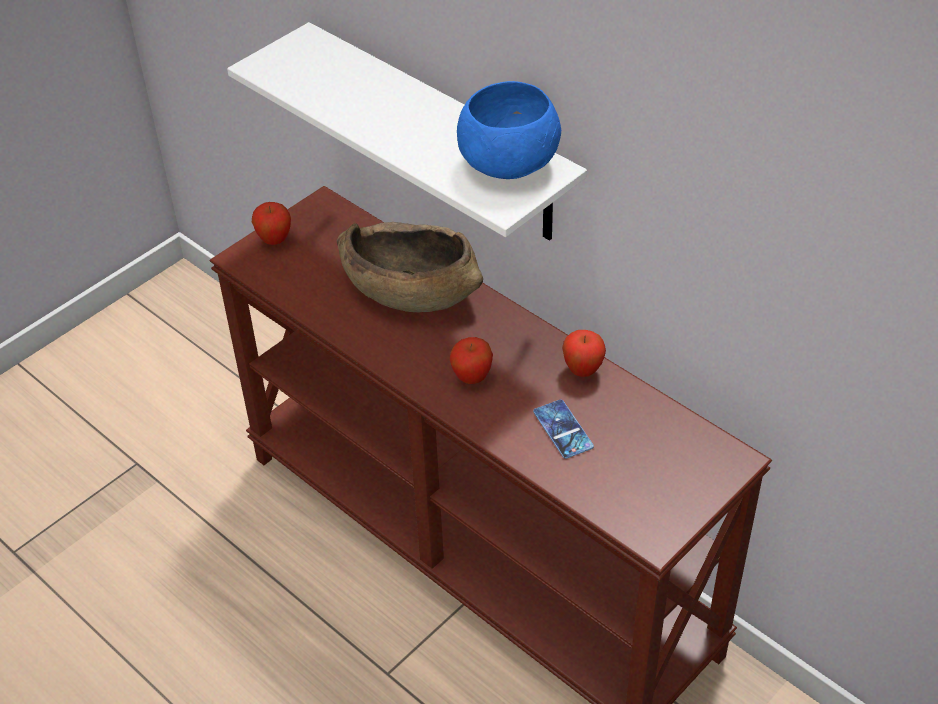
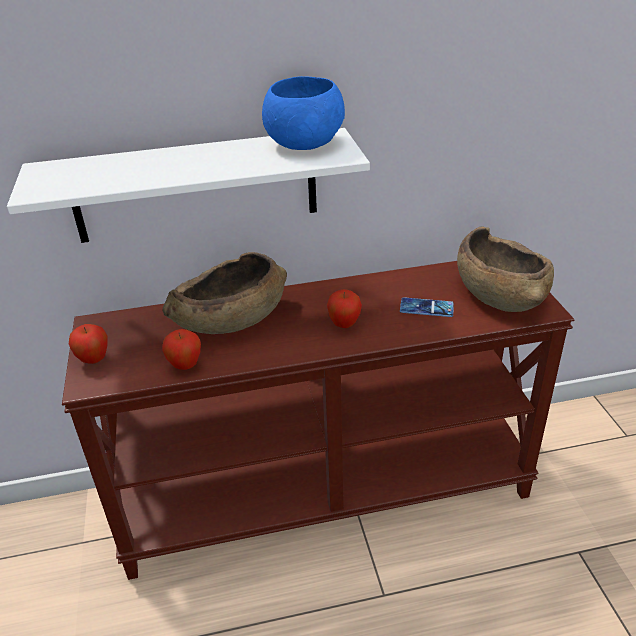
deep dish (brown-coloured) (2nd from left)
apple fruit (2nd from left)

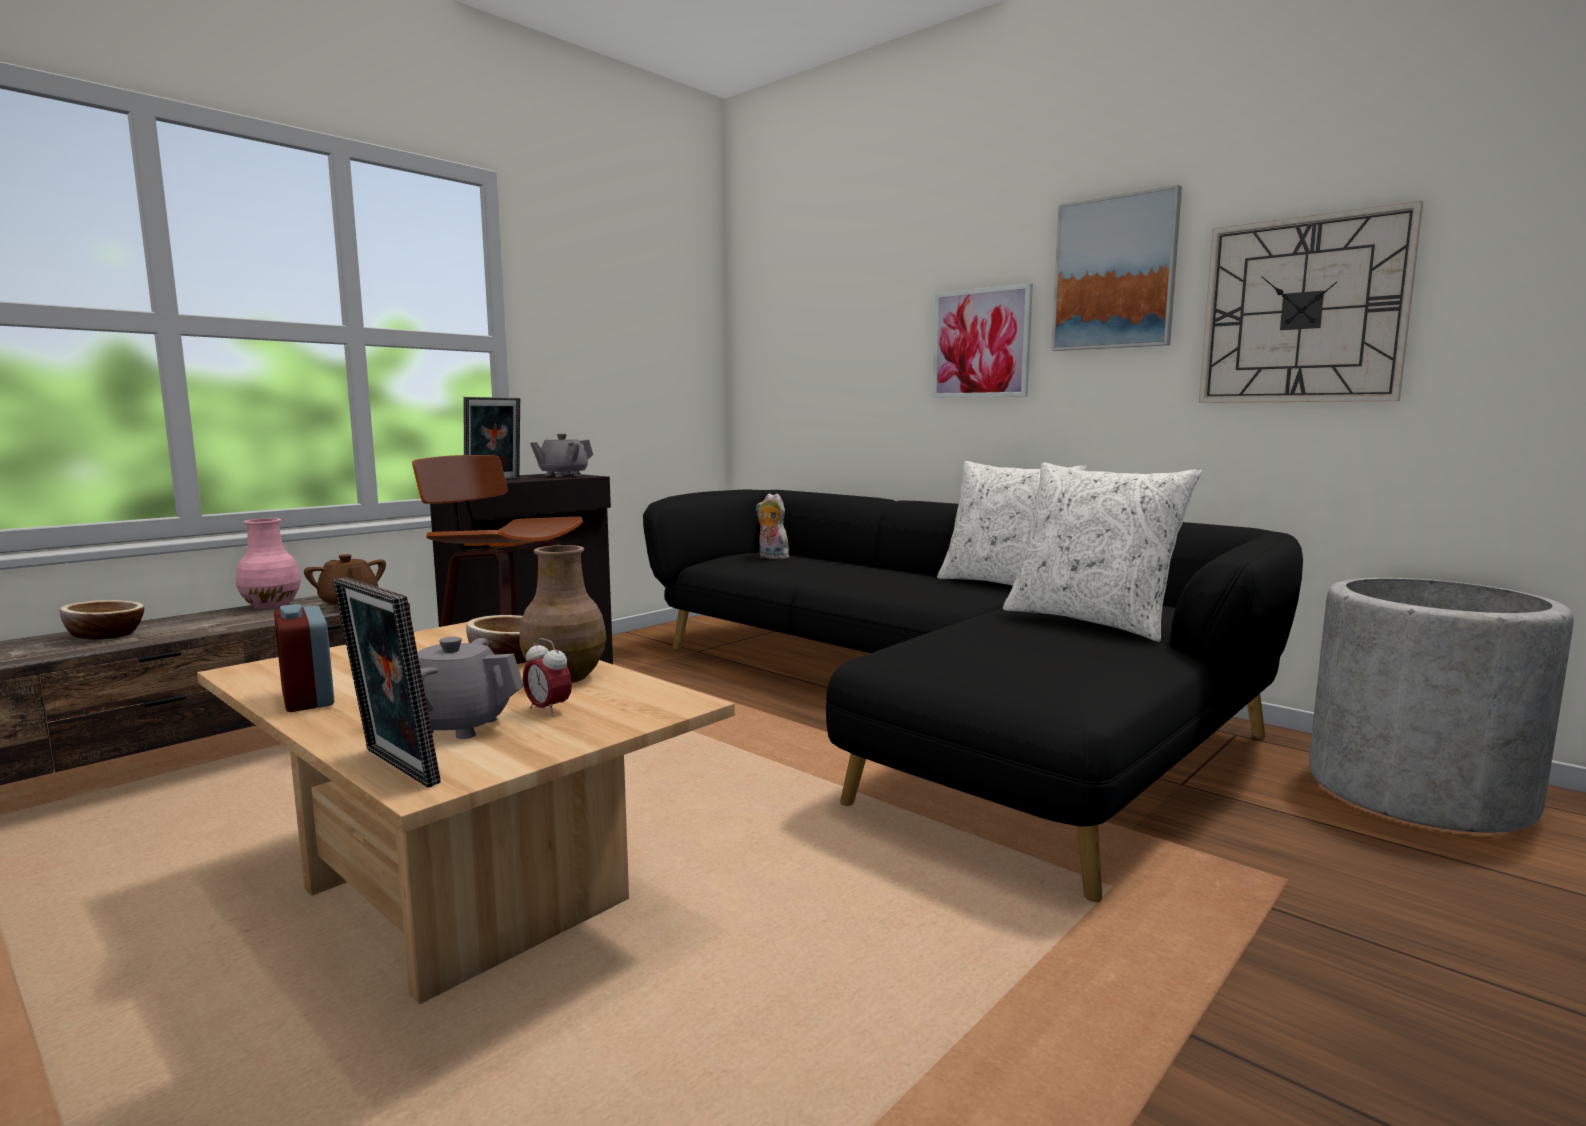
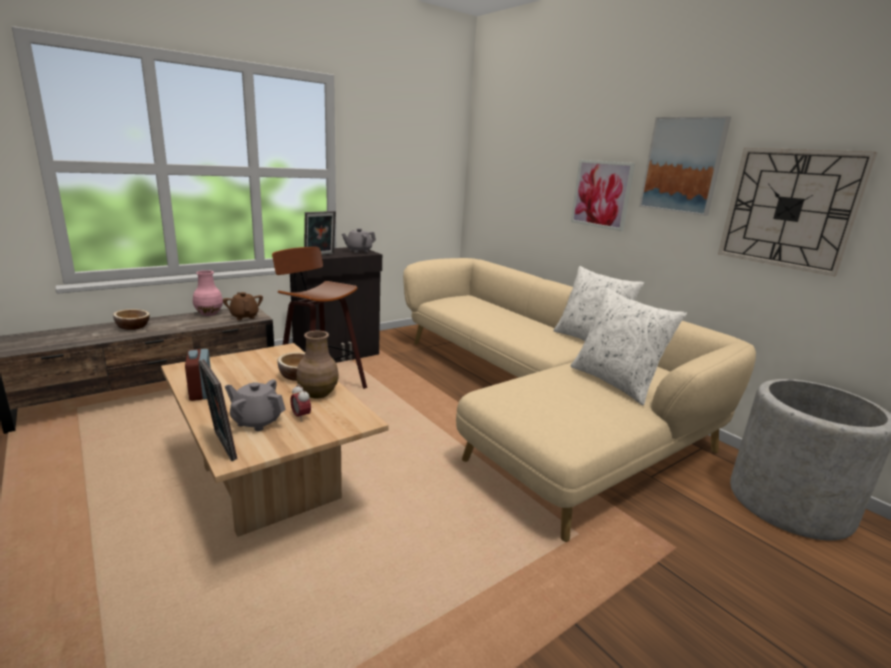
cuddly toy
couch (sand-coloured)

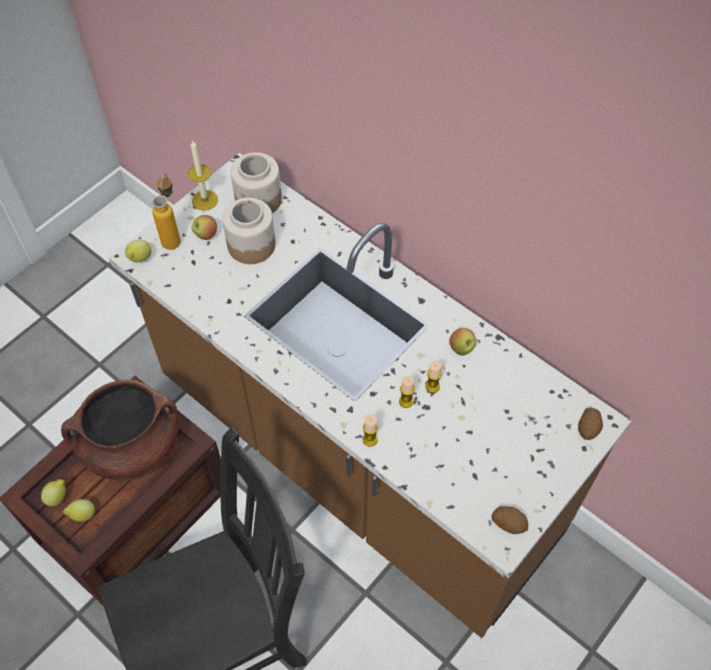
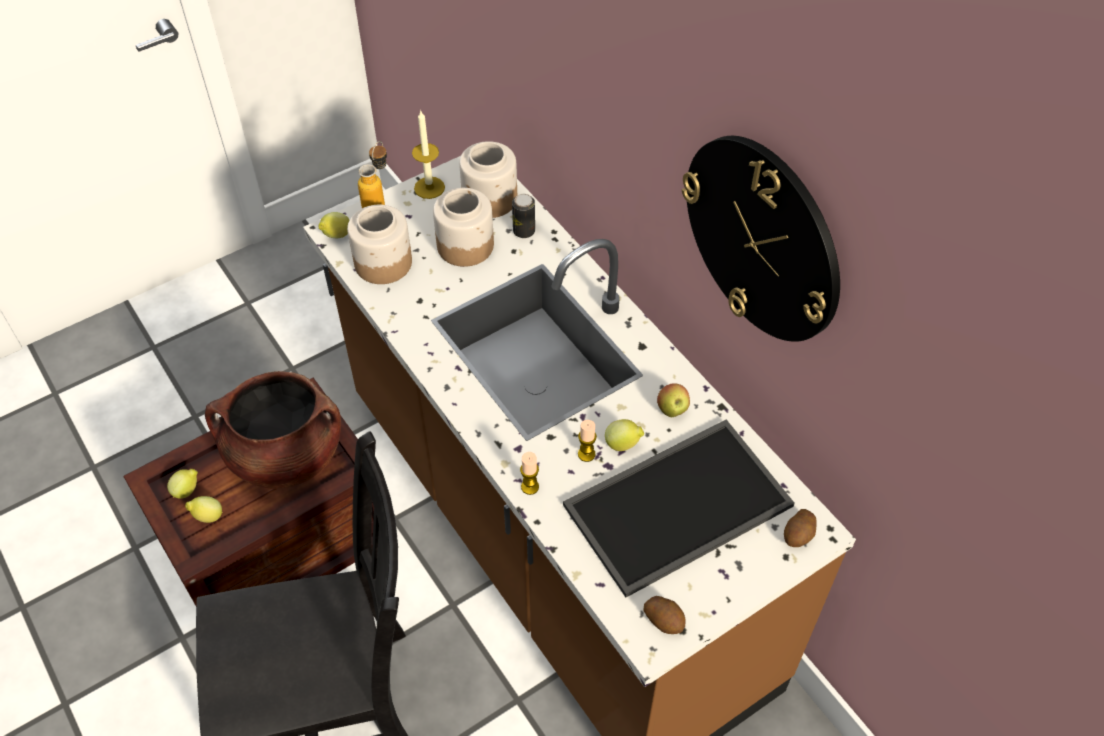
apple fruit (1st from left in the first image)
storage jar (1st from left)
metal can
serving tray
clock on the wall
citrus fruit (4th from left)

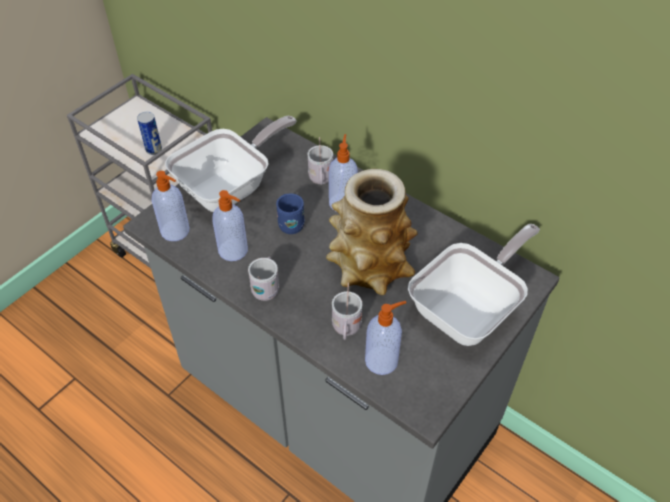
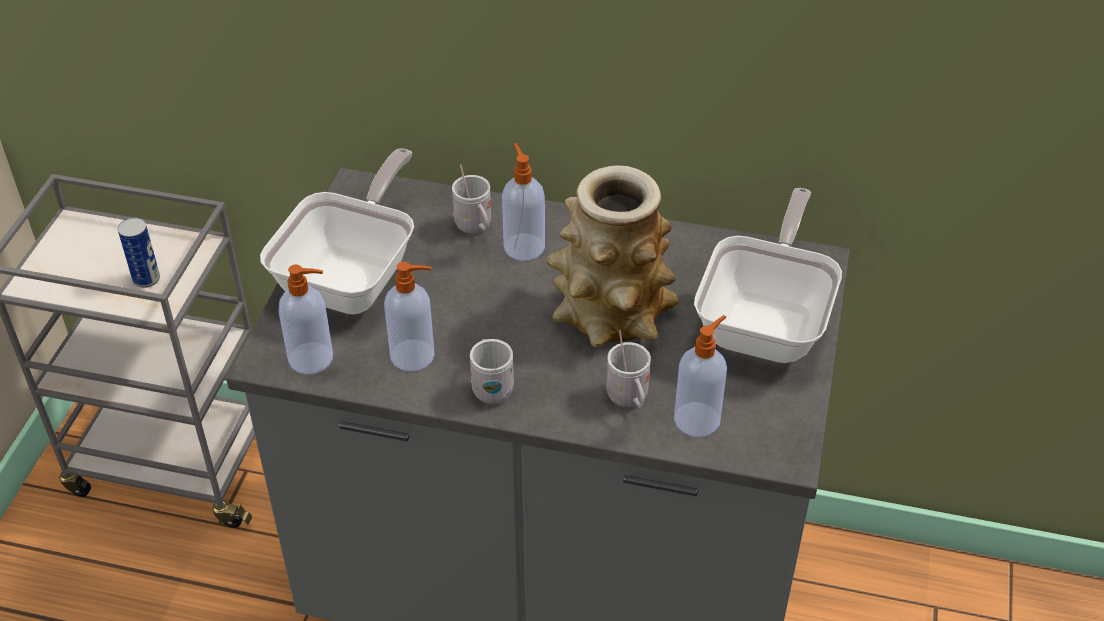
coffee mug (blue)

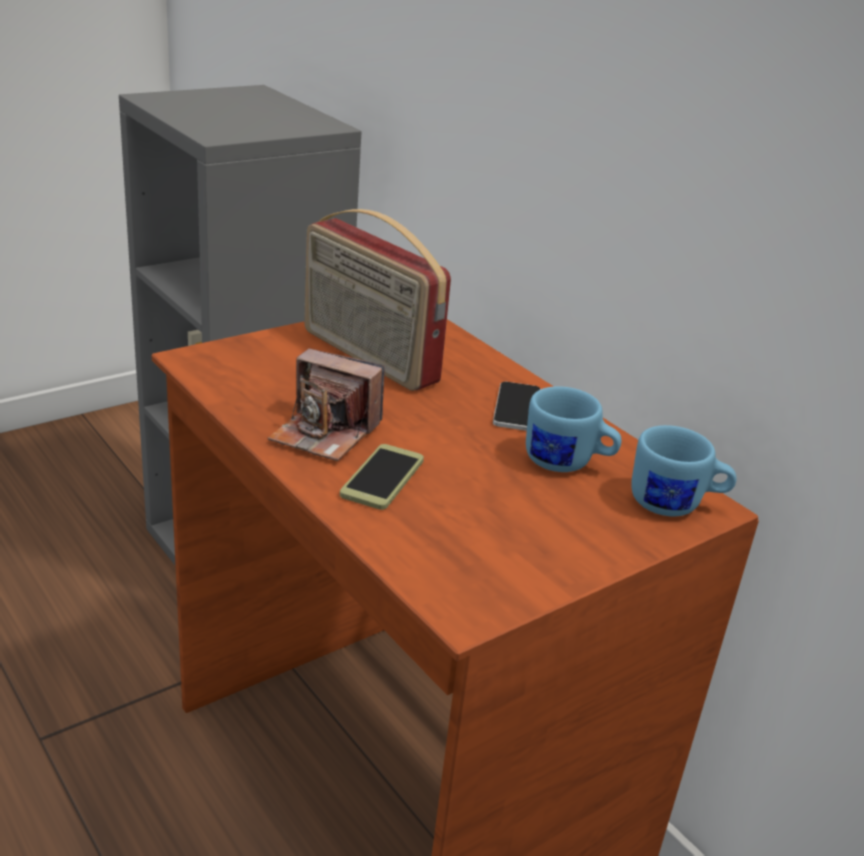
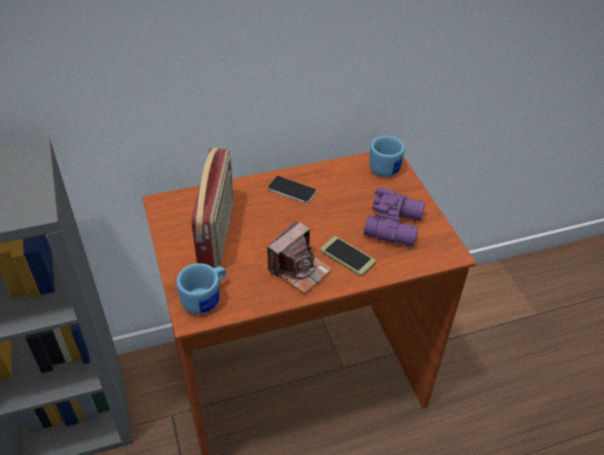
binoculars (purplish)
coffee mug (blue) (1st from left)
radio receiver

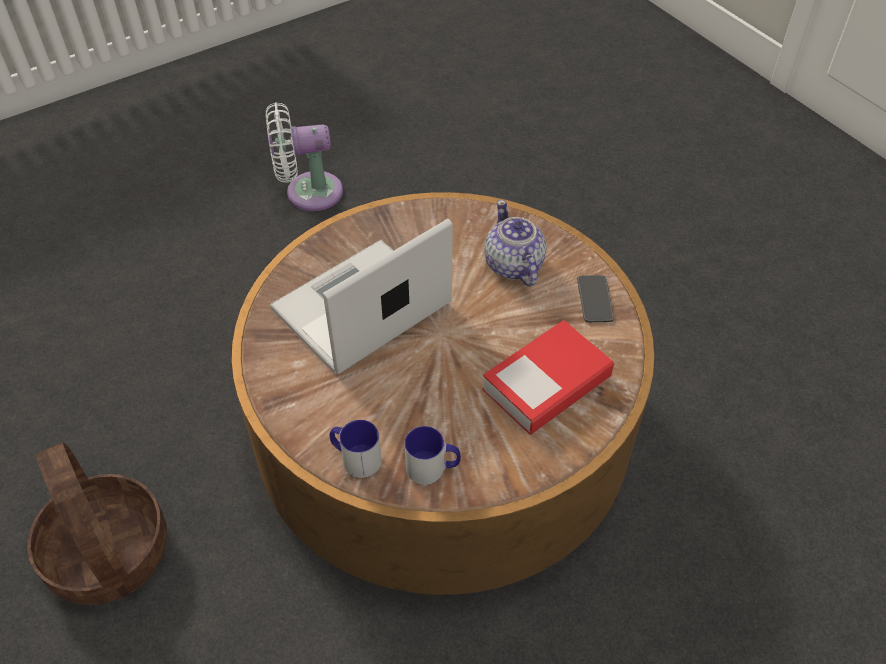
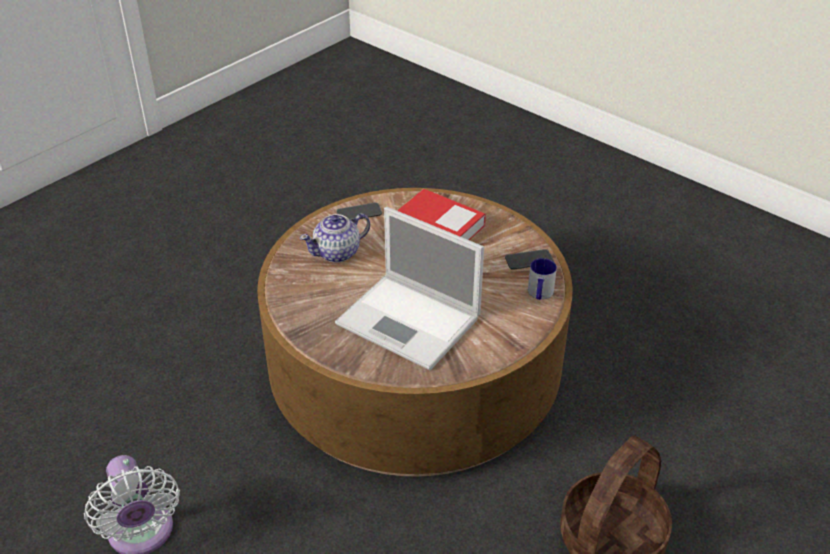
telephone (2nd from left)

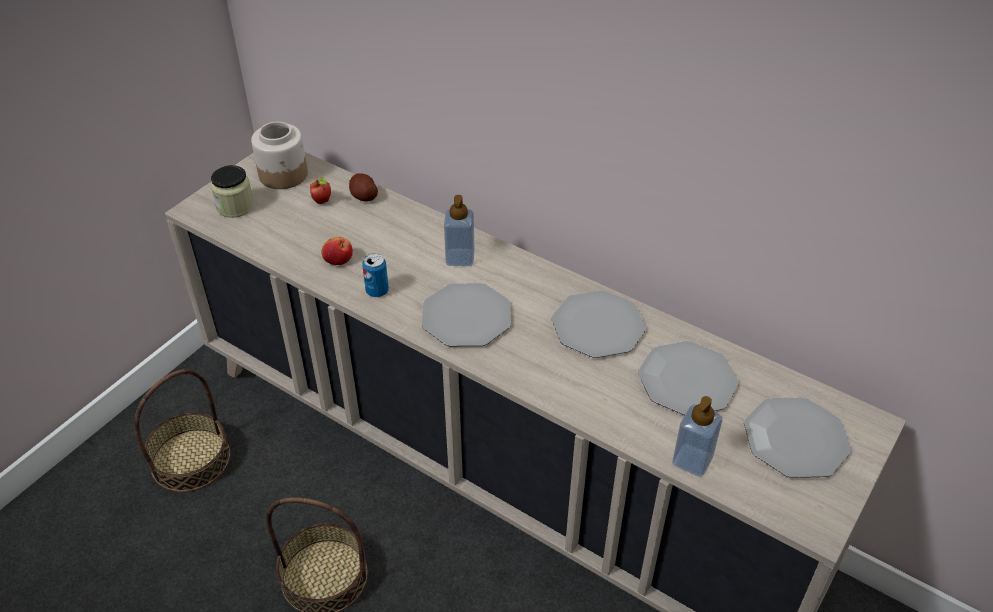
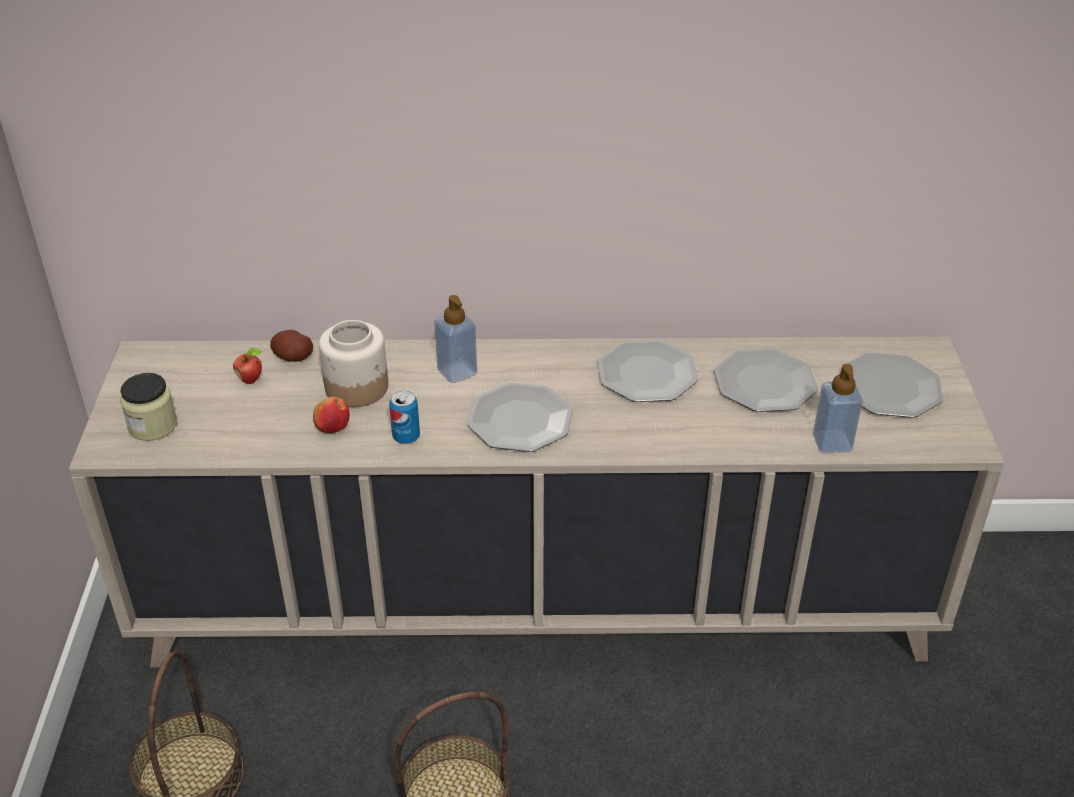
storage jar (2nd from left)

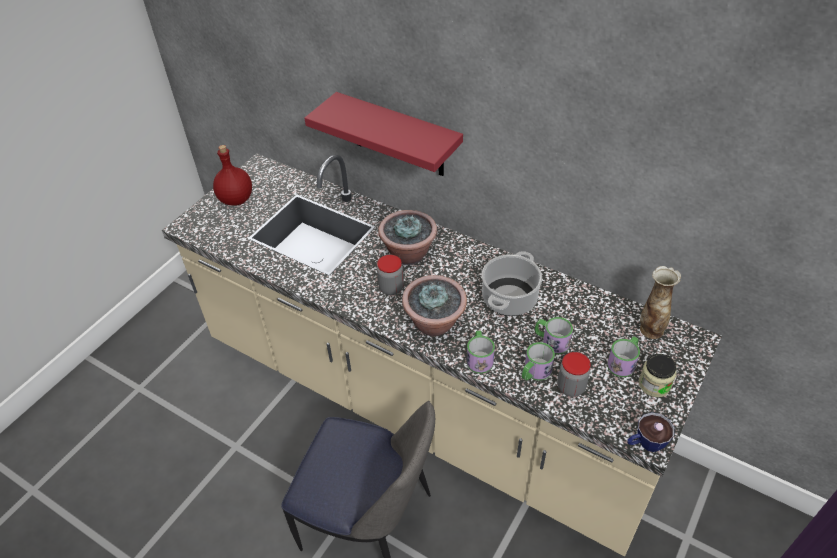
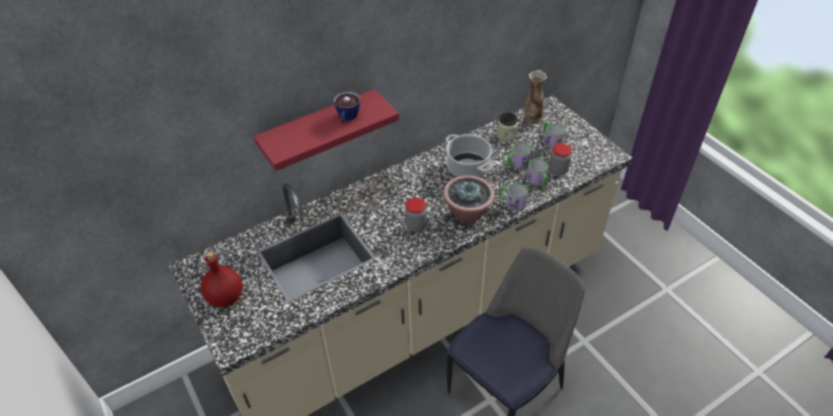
plant in a pot (1st from left in the first image)
cup
storage jar (2nd from left)

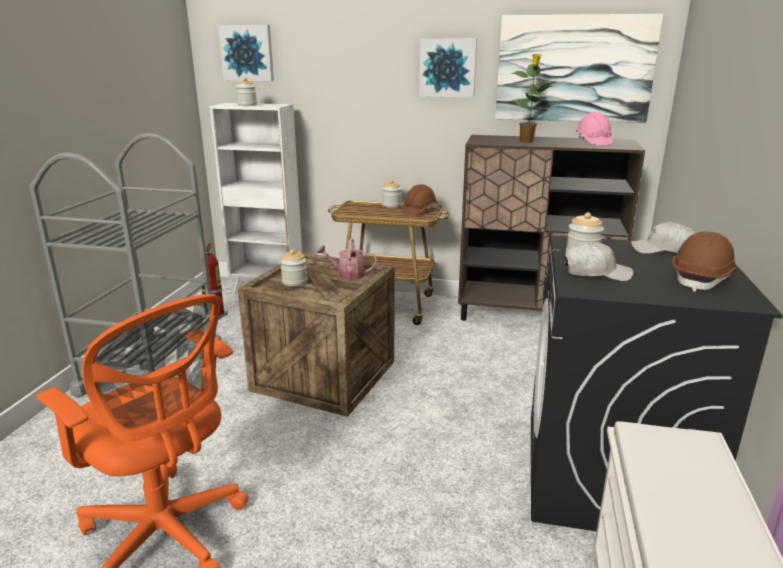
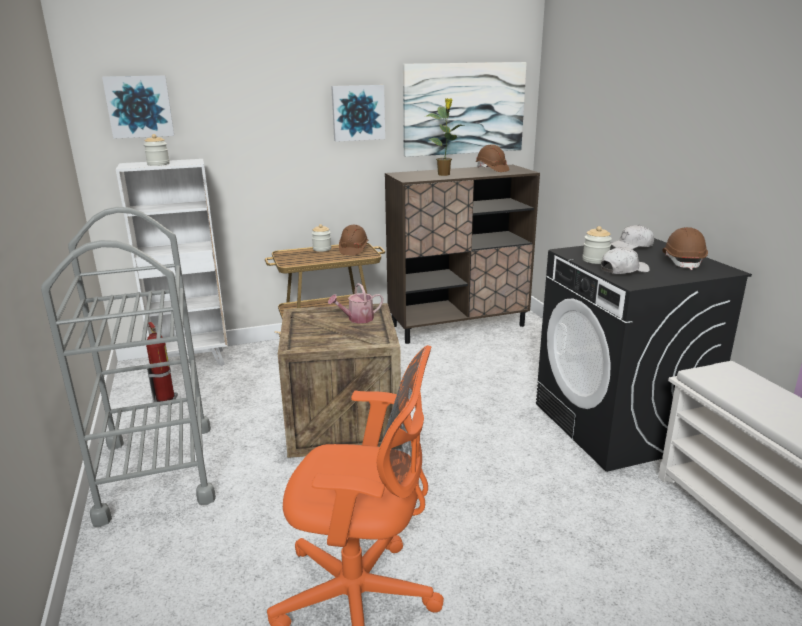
storage jar (2nd from left in the first image)
safety helmet (brown-coloured) (2nd from left)

